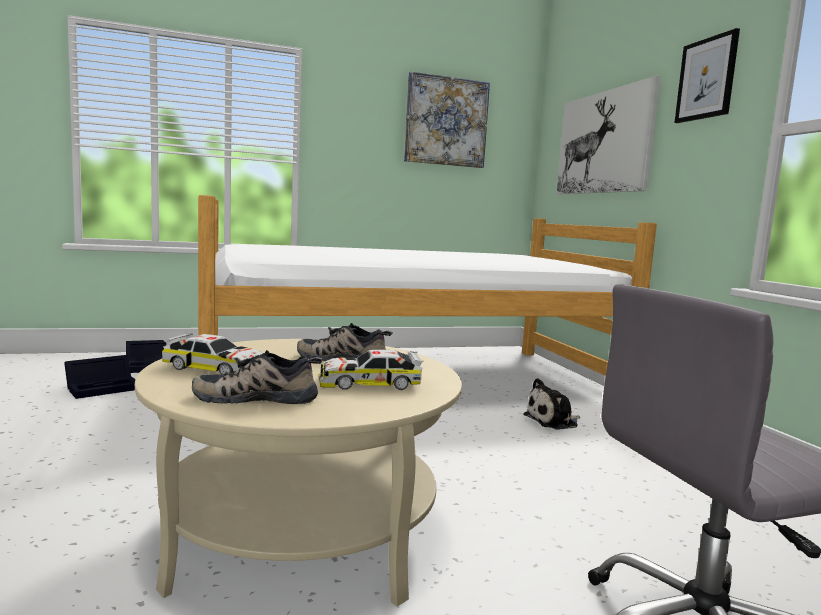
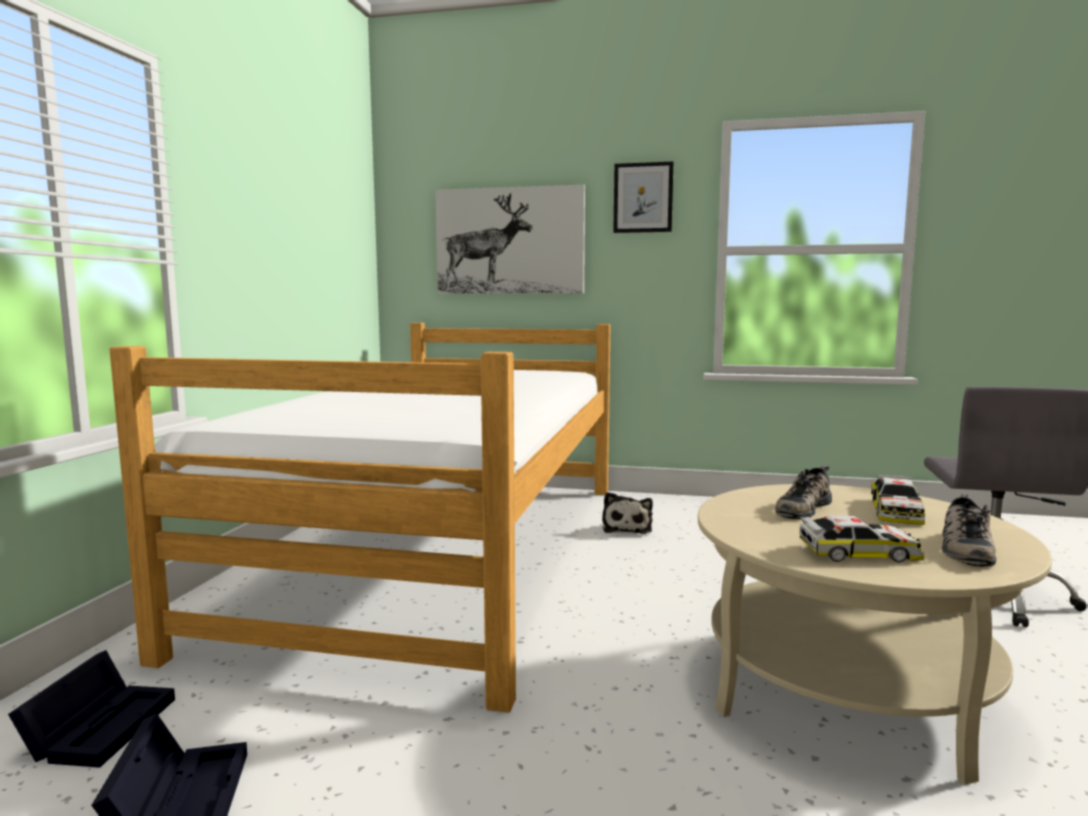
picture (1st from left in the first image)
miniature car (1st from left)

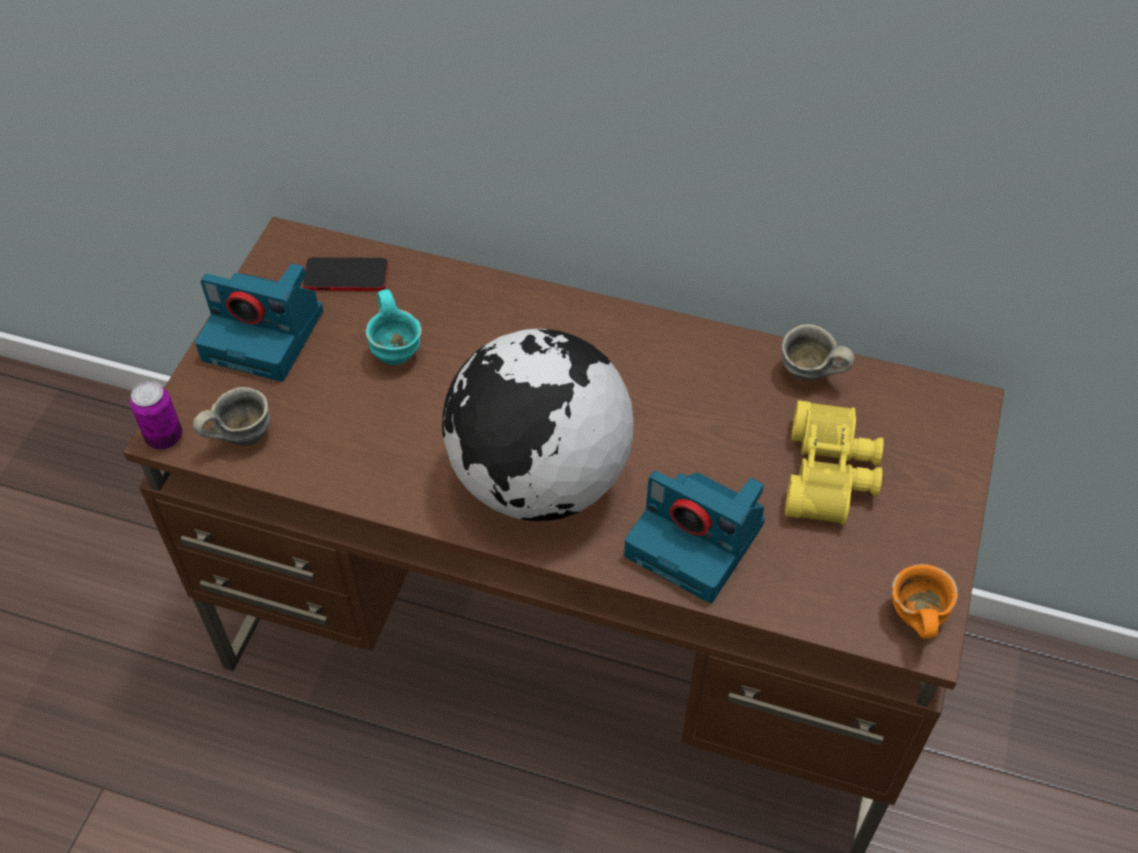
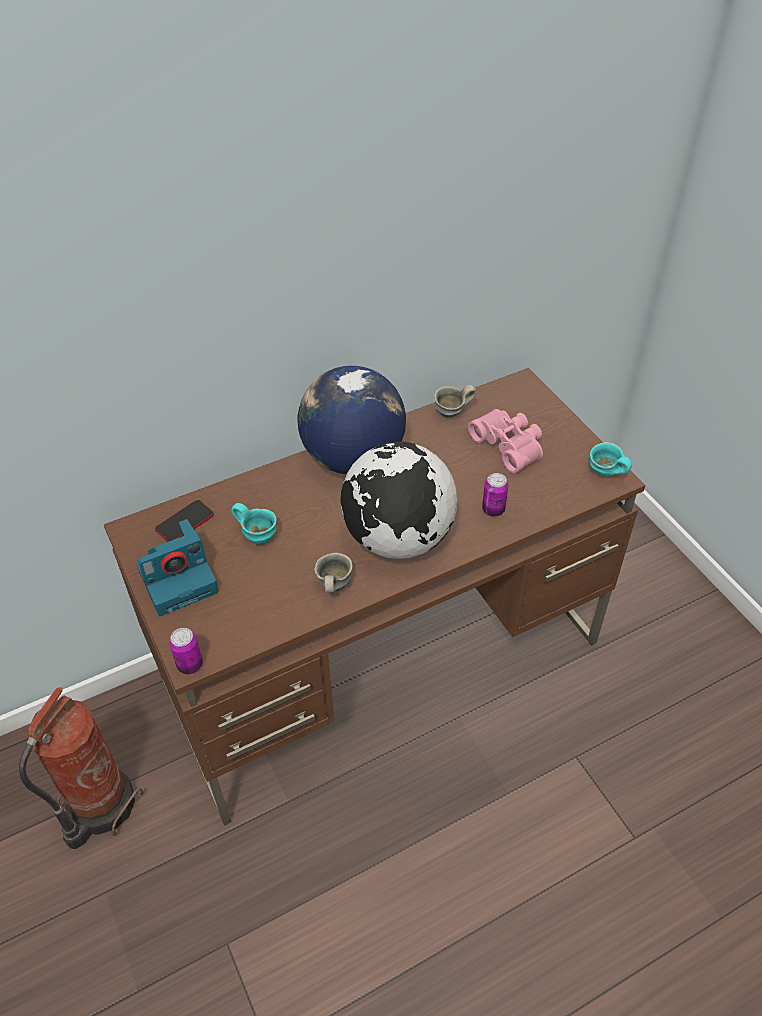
fire-fighting cylinder
globe (1st from left)
coffee mug (greyish) (1st from left)
metal can (2nd from left)
binoculars (pink-coloured)
coffee mug (blue-green) (2nd from left)

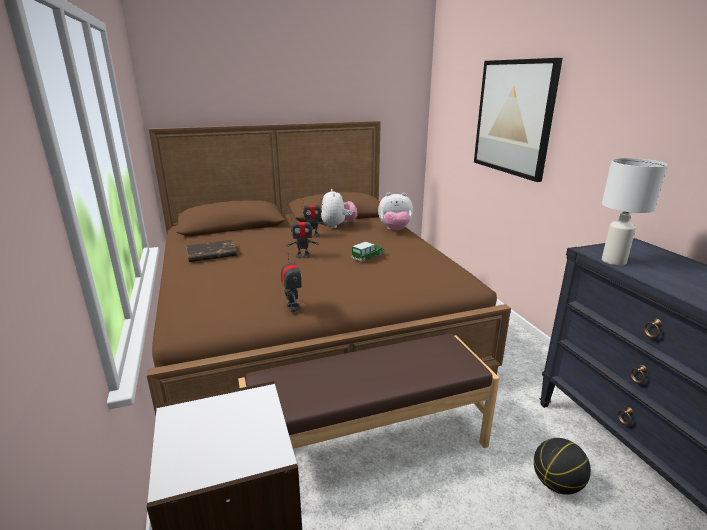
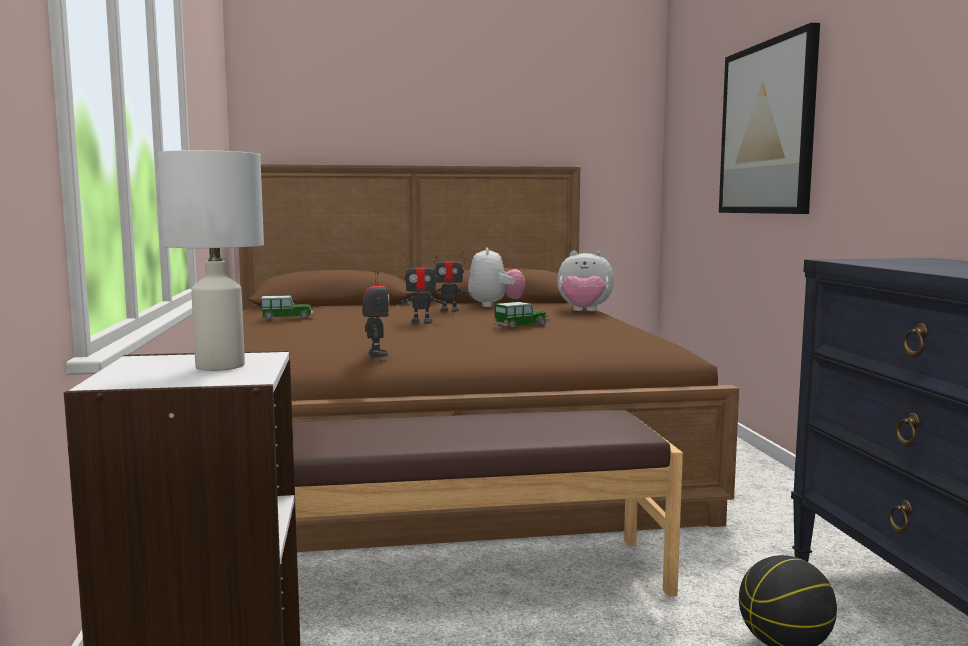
table lamp (white)
miniature car (1st from left)

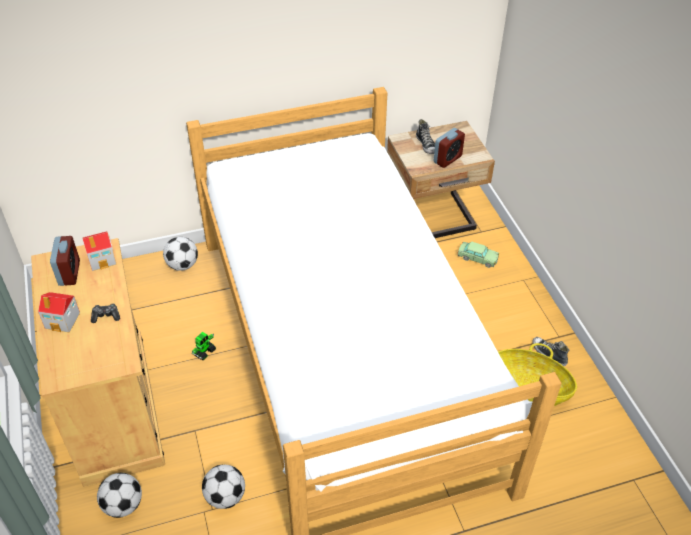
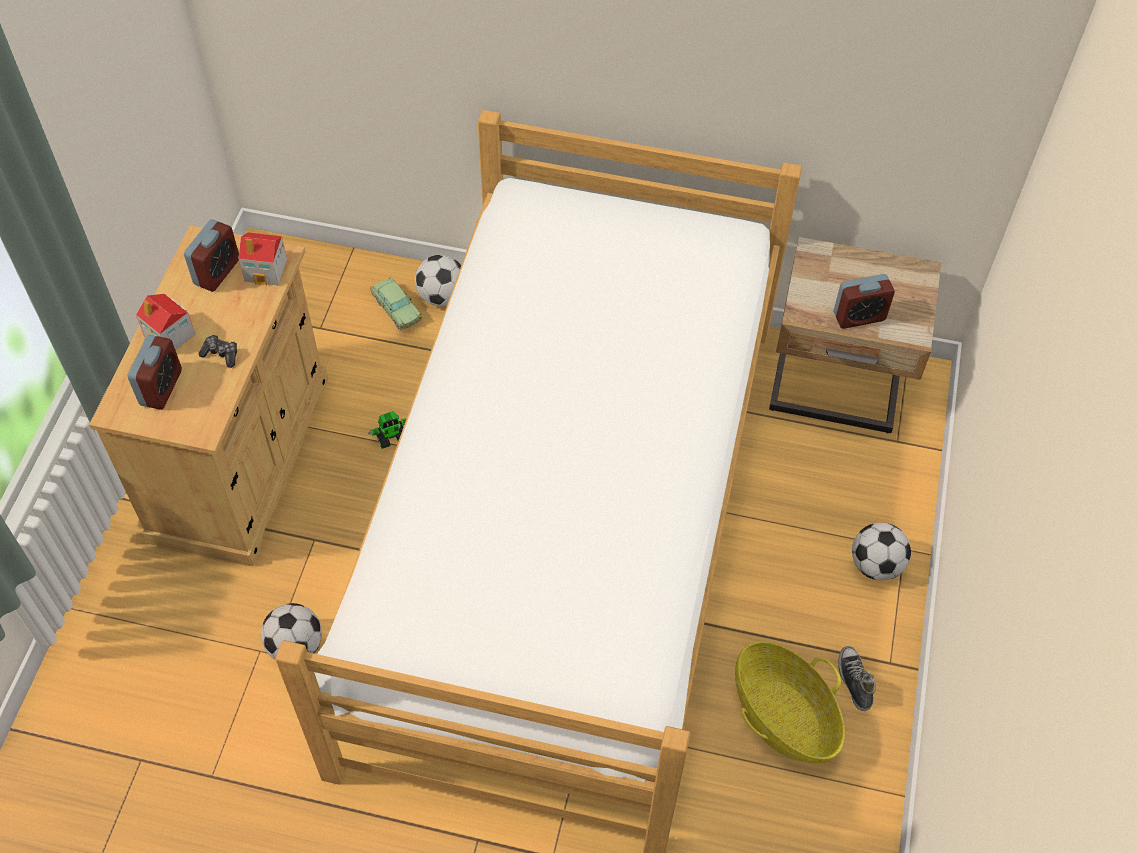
shoe (1st from left in the first image)
table clock (1st from left)
ball for football (3rd from left)
miniature car

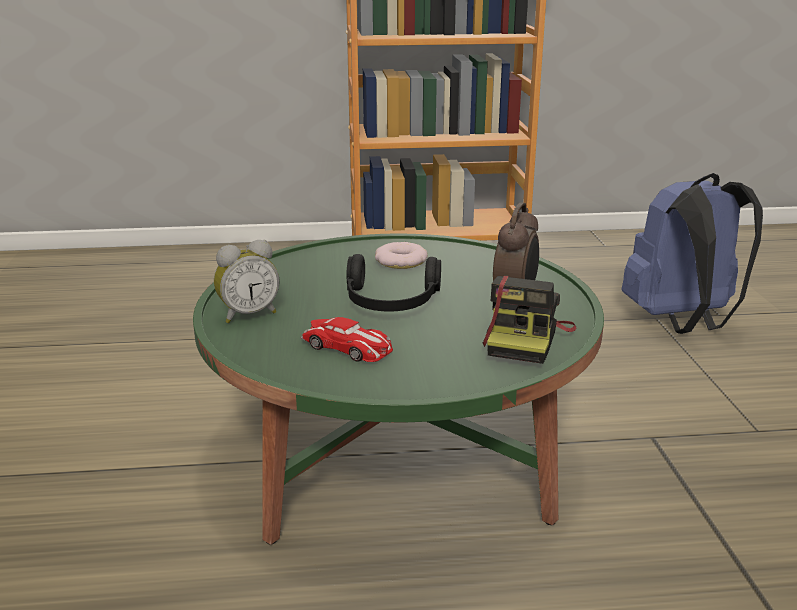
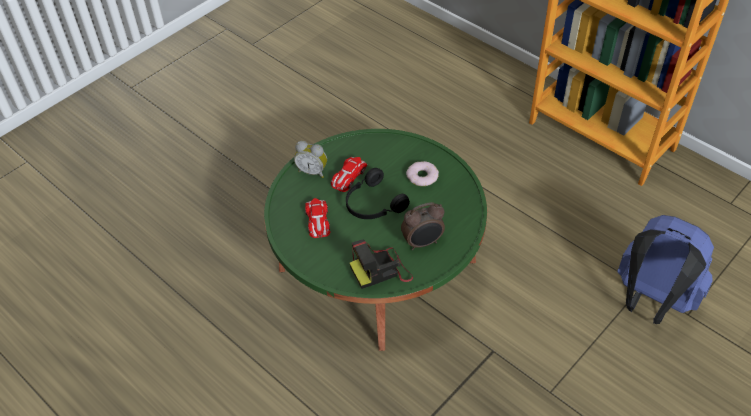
miniature car (2nd from left)

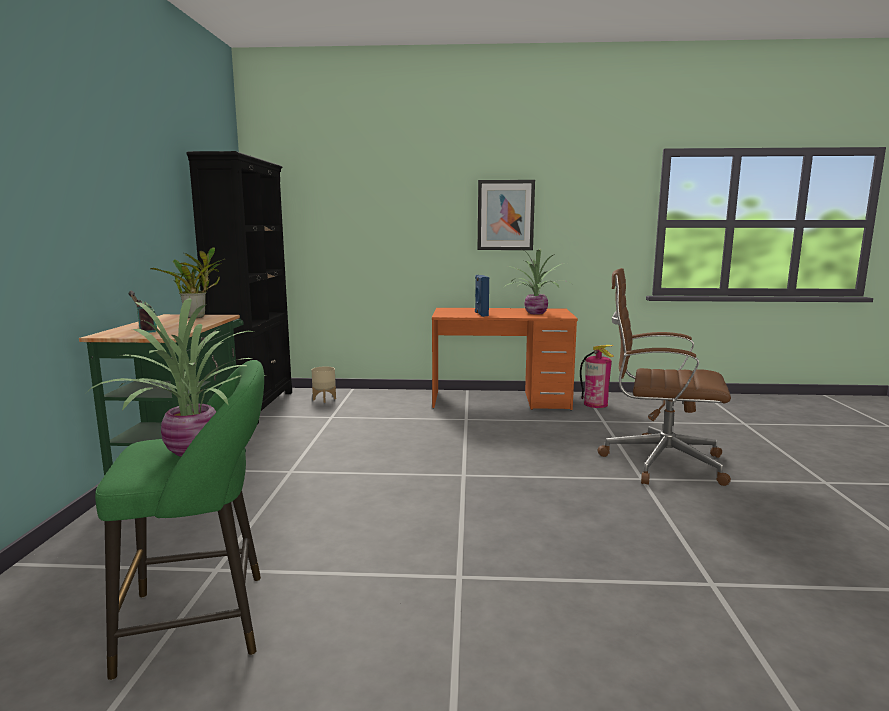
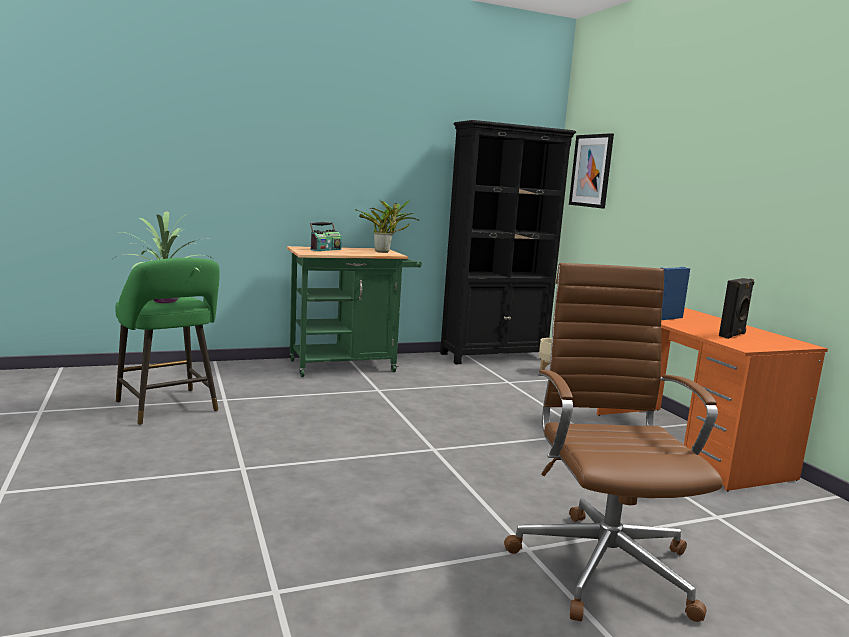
fire-fighting cylinder
picture
audio speaker (blackish)

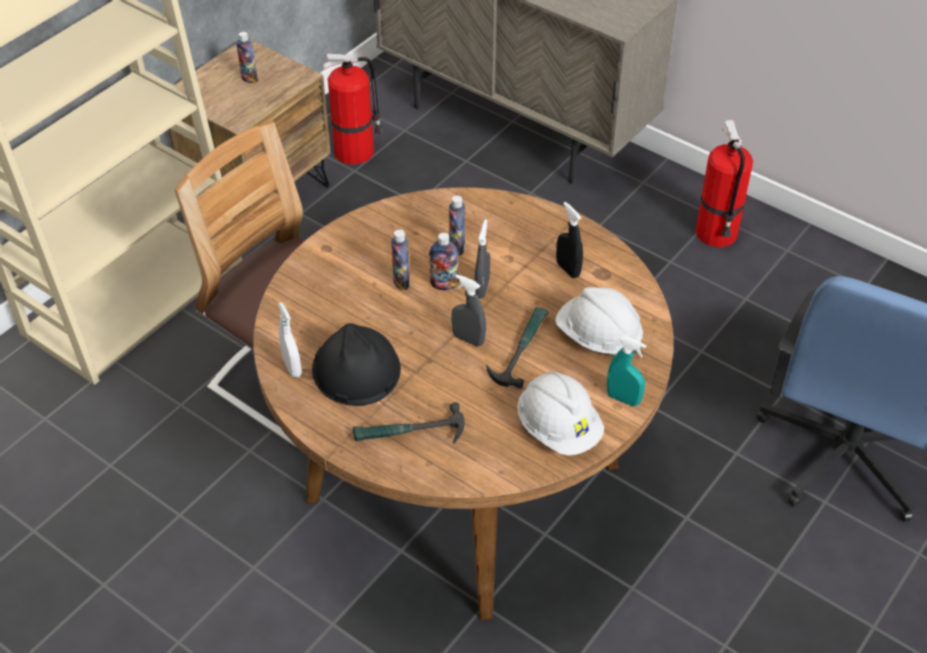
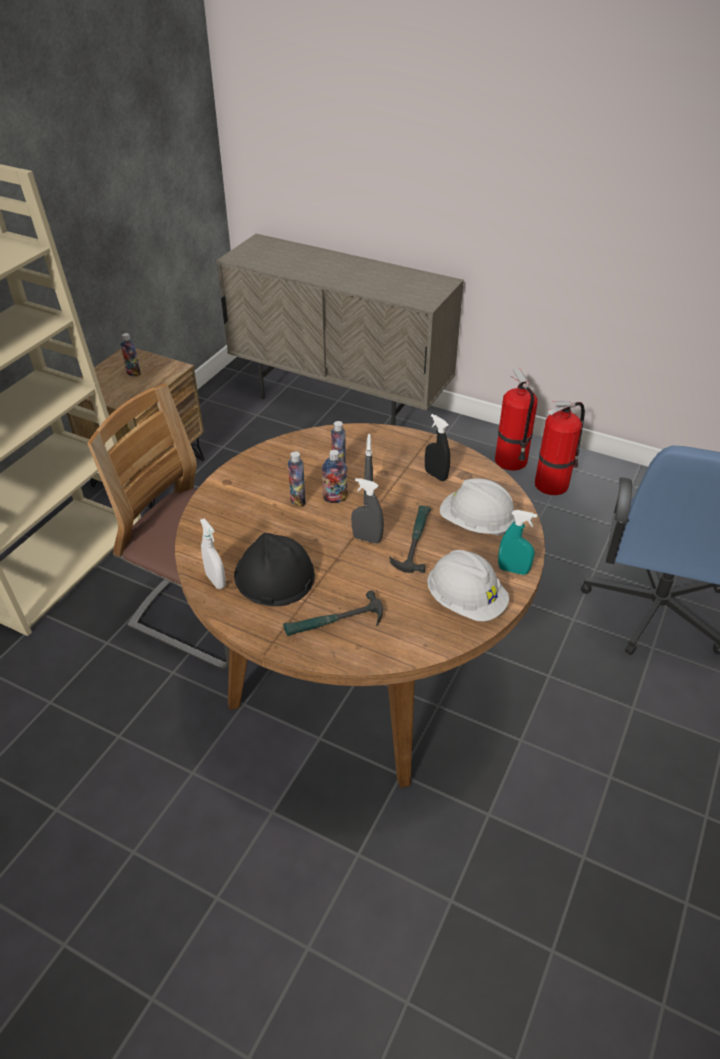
fire-fighting cylinder (2nd from left)

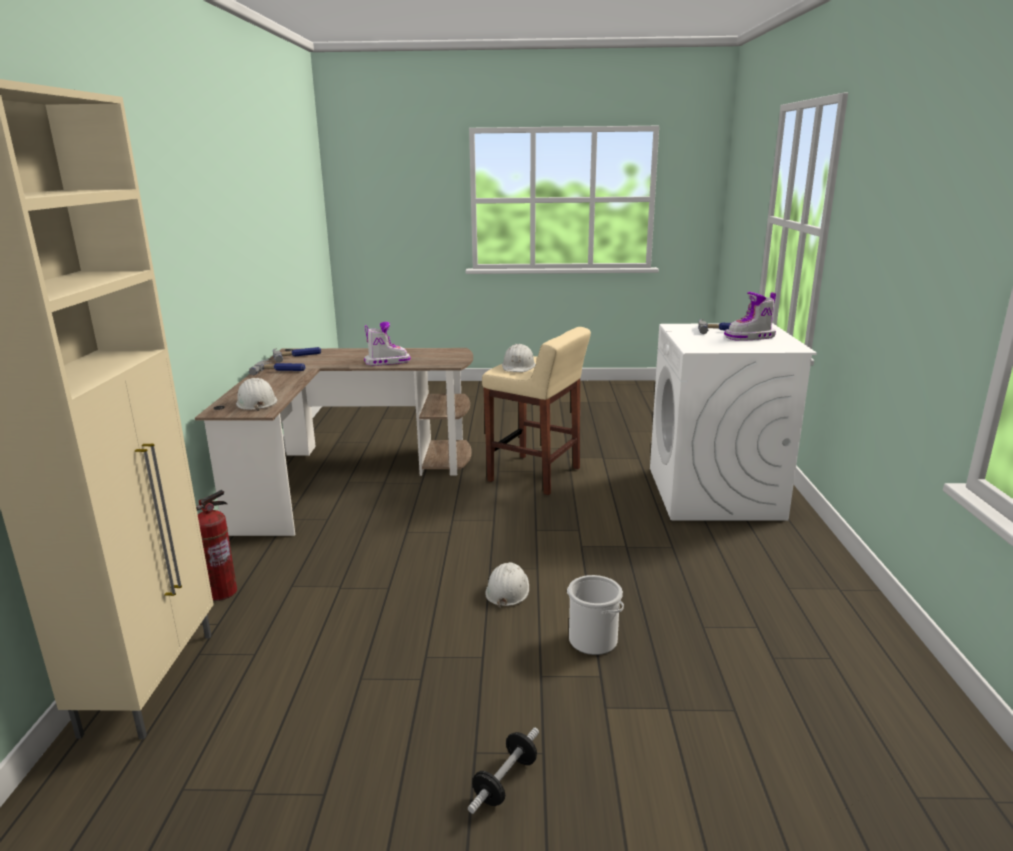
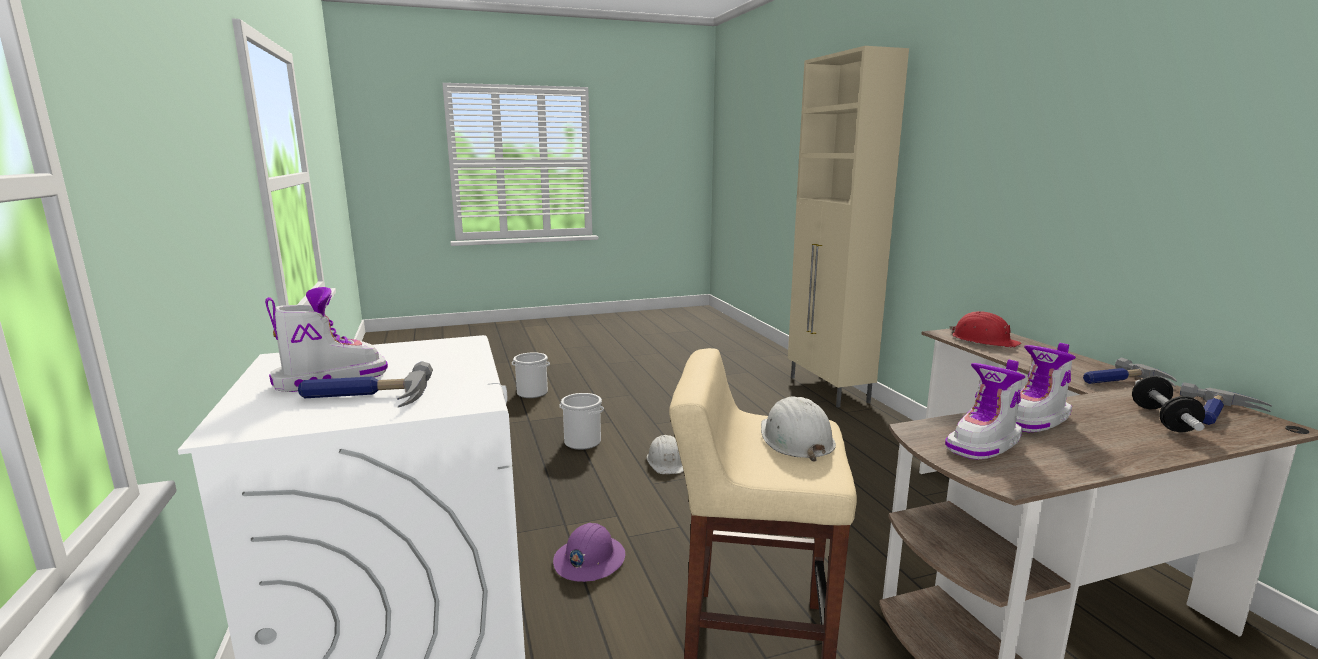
fire-fighting cylinder
water bucket (1st from left)
safety helmet (purplish)
high-top boot (2nd from left)
hand weight
safety helmet (red)

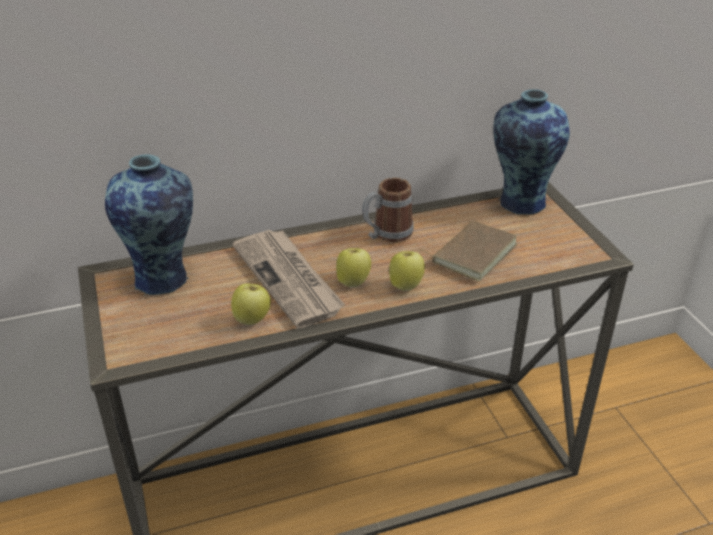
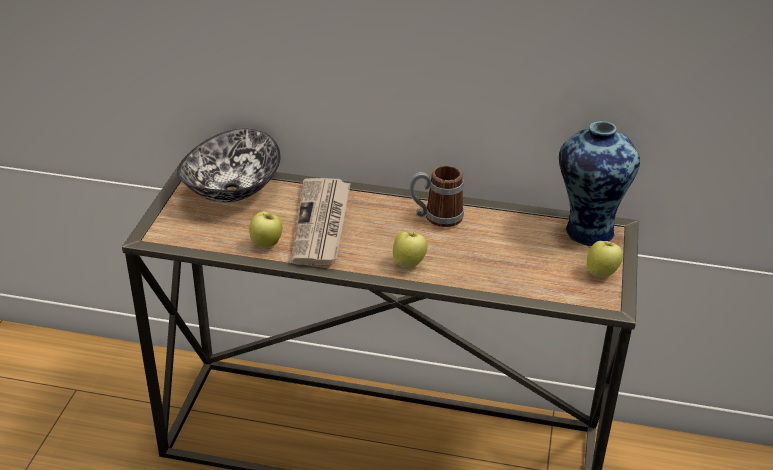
book (brown-coloured)
apple fruit (3rd from left)
deep dish

